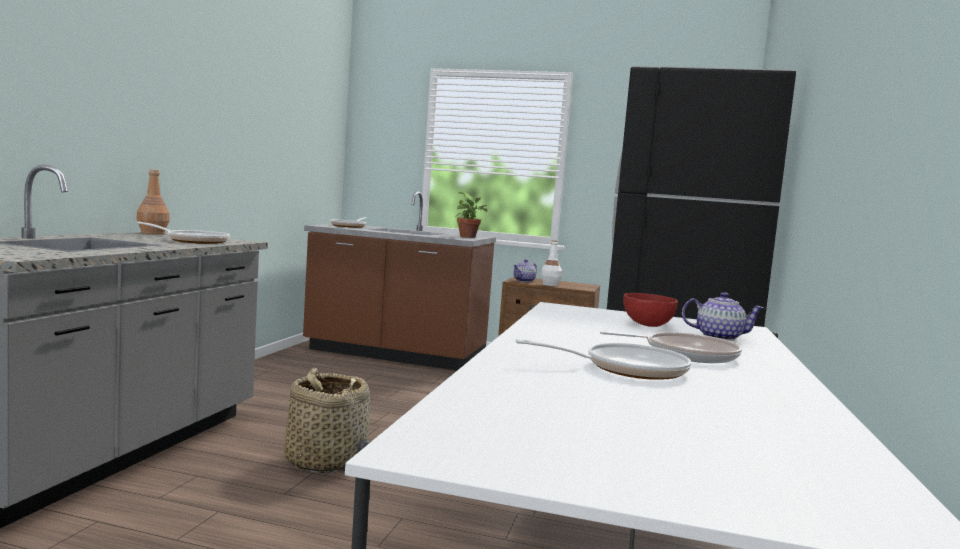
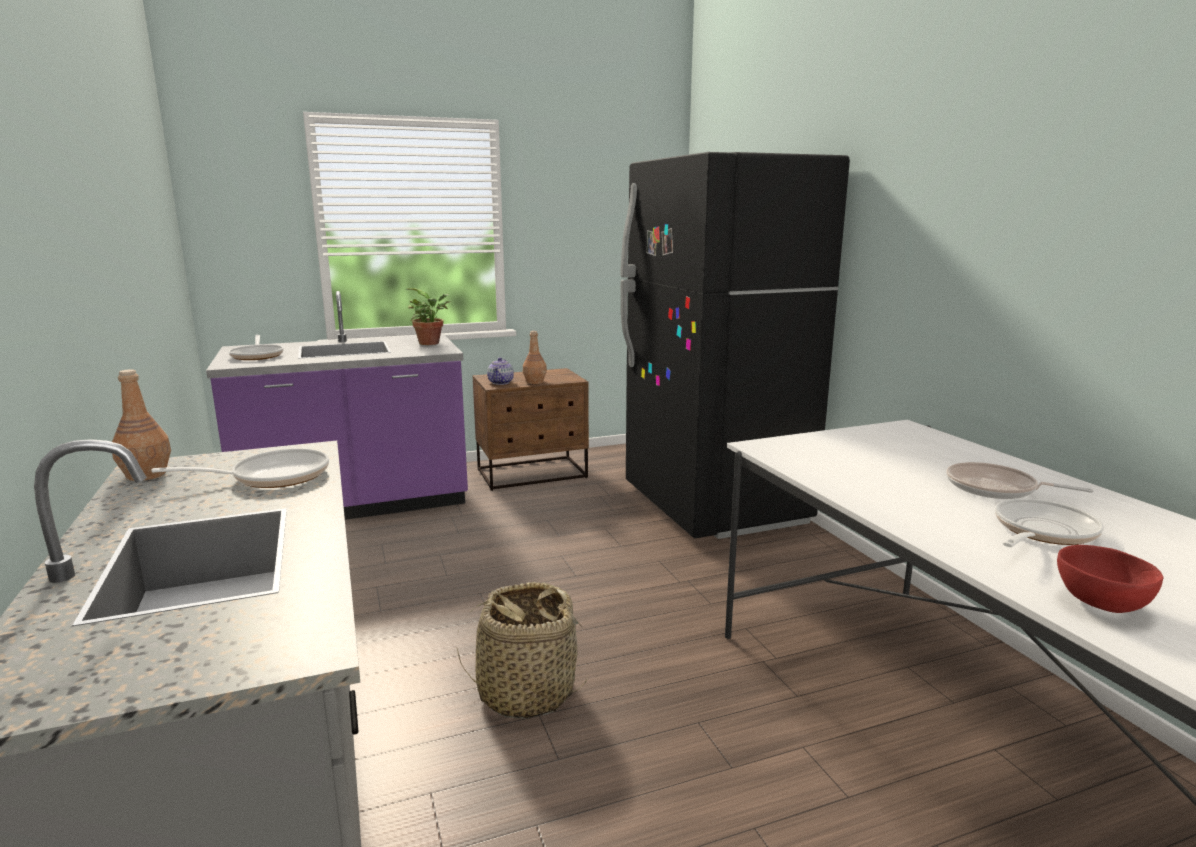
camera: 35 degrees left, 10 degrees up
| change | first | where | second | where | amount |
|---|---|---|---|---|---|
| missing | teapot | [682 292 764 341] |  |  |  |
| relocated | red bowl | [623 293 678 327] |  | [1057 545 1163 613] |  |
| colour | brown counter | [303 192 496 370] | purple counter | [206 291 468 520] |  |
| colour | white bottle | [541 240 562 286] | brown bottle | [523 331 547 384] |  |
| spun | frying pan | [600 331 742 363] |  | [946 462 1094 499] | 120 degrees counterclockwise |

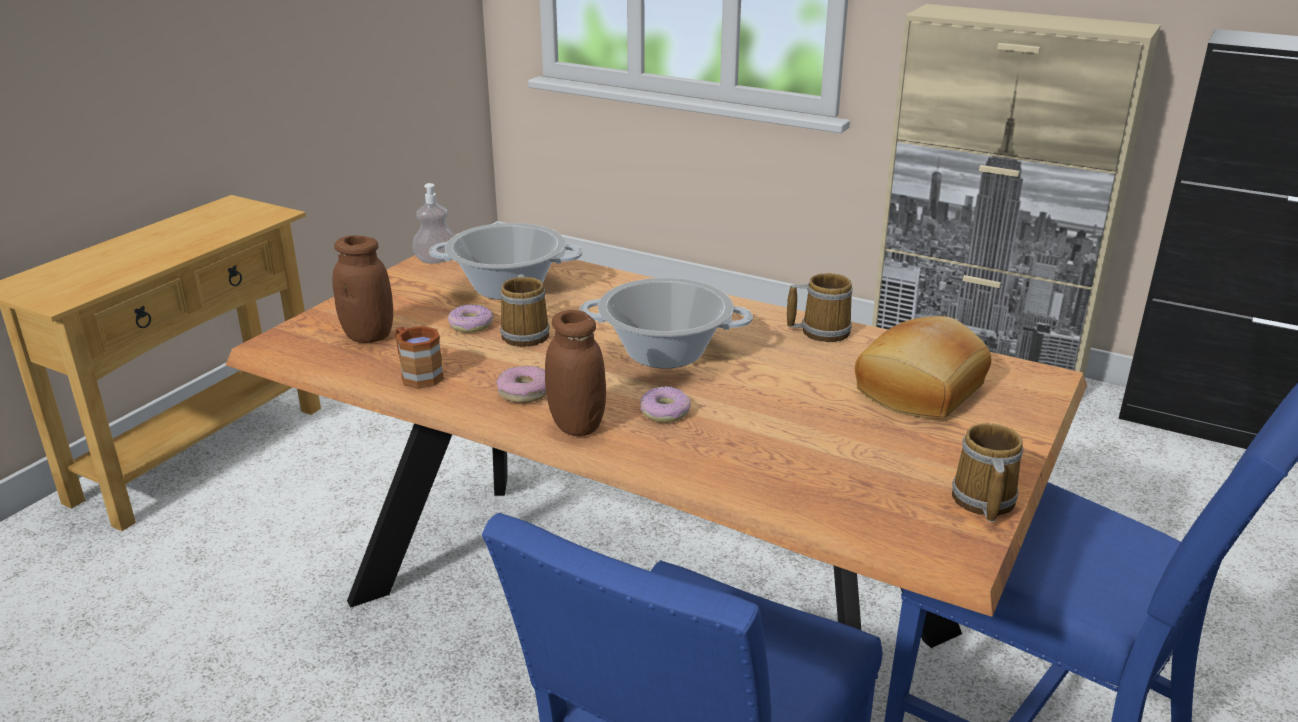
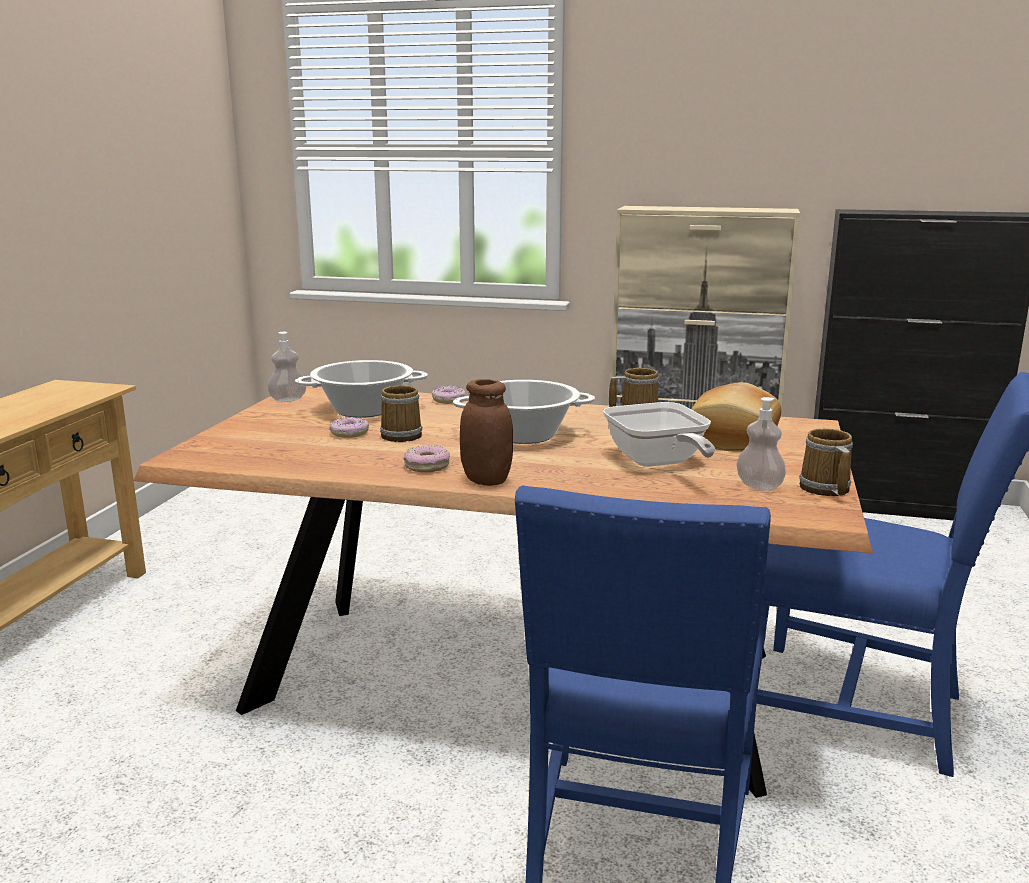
camera: 15 degrees left, 10 degrees down
| change | first | where | second | where | amount |
|---|---|---|---|---|---|
| missing | brown jar | [332 236 393 343] |  |  |  |
| missing | brown mug | [395 326 444 389] |  |  |  |
| appeared |  |  | frying pan | [603 402 715 467] |  |
| appeared |  |  | soap dispenser | [737 397 786 491] |  |
| relocated | donut | [640 386 691 423] |  | [432 386 465 404] |  |

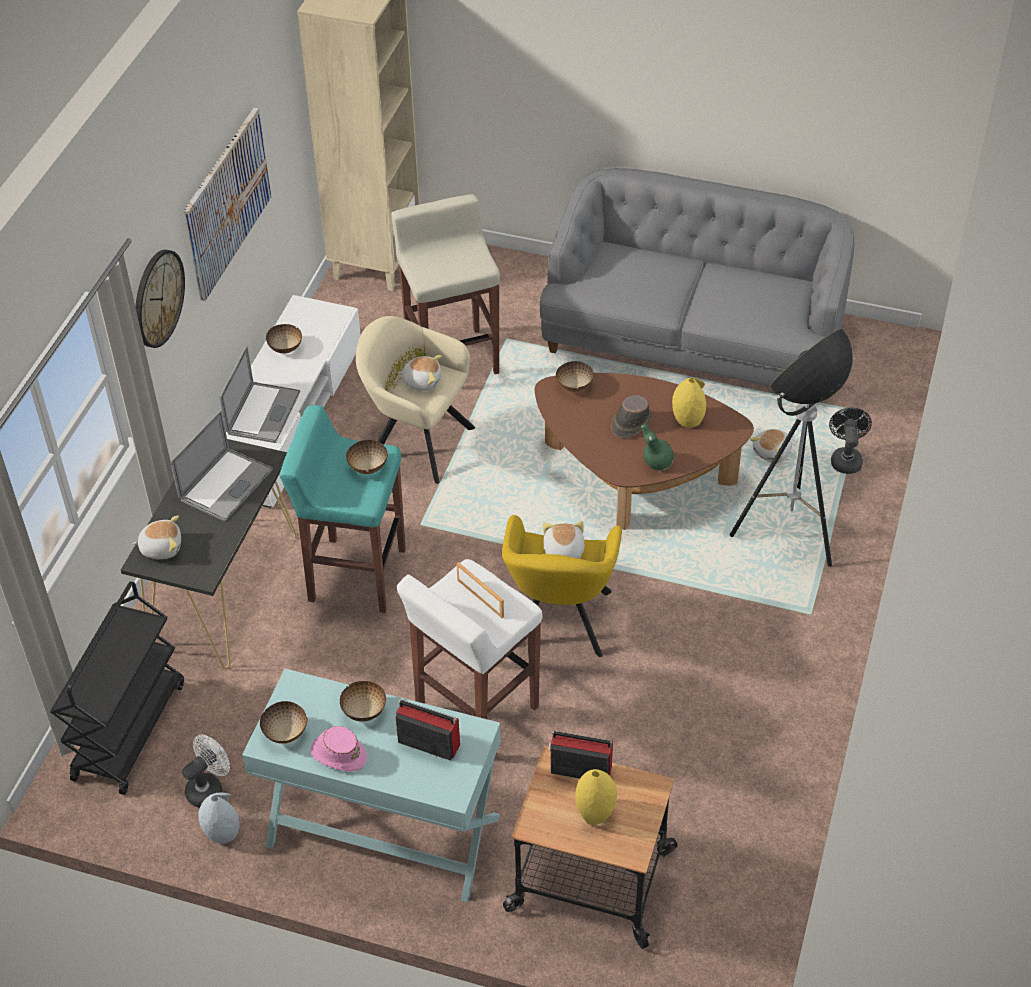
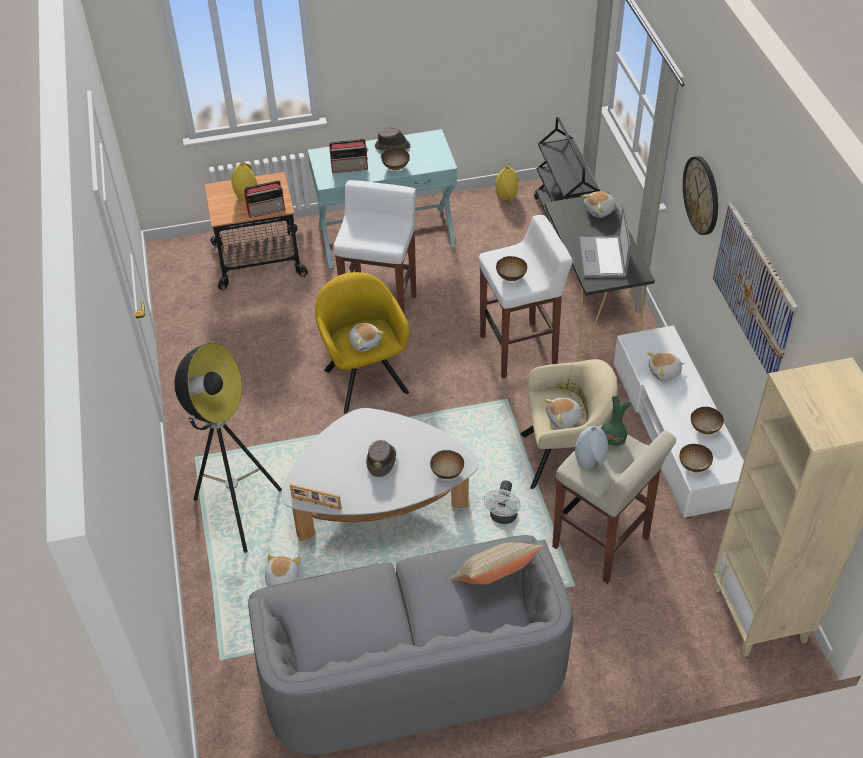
camera: 150 degrees right, 0 degrees up
| change | first | where | second | where | amount |
|---|---|---|---|---|---|
| missing | black fan | [829 408 872 474] |  |  |  |
| appeared |  |  | beige pillow | [450 542 543 584] |  |
| relocated | white fan | [182 735 230 808] |  | [484 480 521 524] |  |
| relocated | grey vase | [198 792 240 844] |  | [575 426 608 469] |  |
| relocated | bowl | [260 701 308 744] |  | [679 444 713 472] |  |
| relocated | picture frame | [456 562 504 618] |  | [290 484 341 510] |  |
| relocated | green vase | [641 424 674 471] |  | [601 395 631 446] |  |
| relocated | yellow vase | [672 378 706 427] |  | [496 167 519 202] |  |
| exchanged | laptop | [219 346 300 443] | plush toy | [647 352 684 381] |  |
| colour | turquoise stool | [280 405 406 613] | white stool | [479 215 573 379] |  |
| colour | pink hat | [311 726 367 772] | brown hat | [375 126 410 151] |  |
| colour | brown coffee table | [535 373 754 530] | white coffee table | [282 408 479 541] |  |

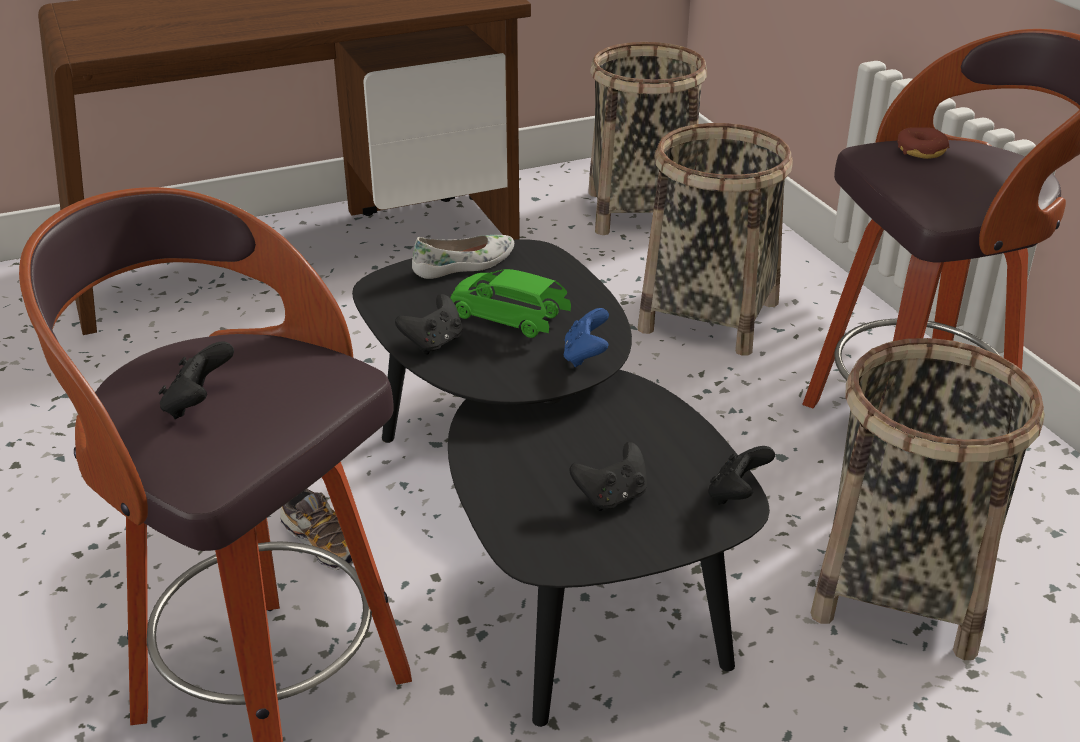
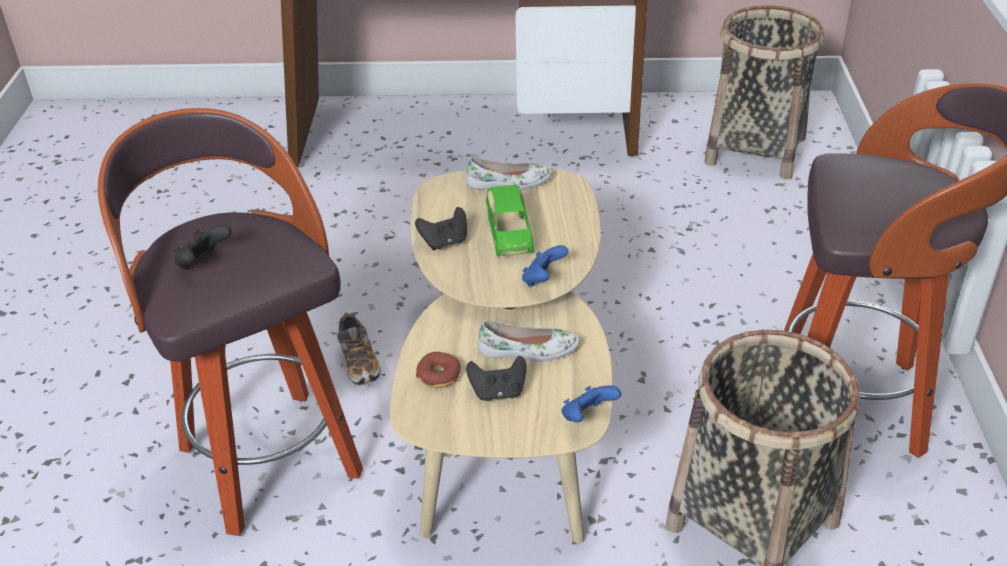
camera: 25 degrees right, 5 degrees up
| change | first | where | second | where | amount |
|---|---|---|---|---|---|
| missing | basket | [638 123 793 356] |  |  |  |
| appeared |  |  | white shoe | [477 320 580 362] |  |
| relocated | donut | [897 127 949 159] |  | [416 352 460 388] |  |
| colour | black coffee table | [352 240 770 727] | beige coffee table | [390 169 612 544] |  |
| colour | black game controller | [708 446 775 505] | blue game controller | [561 385 621 422] |  |
| spun | green toy car | [450 269 571 338] |  | [486 185 534 256] | 150 degrees counterclockwise |

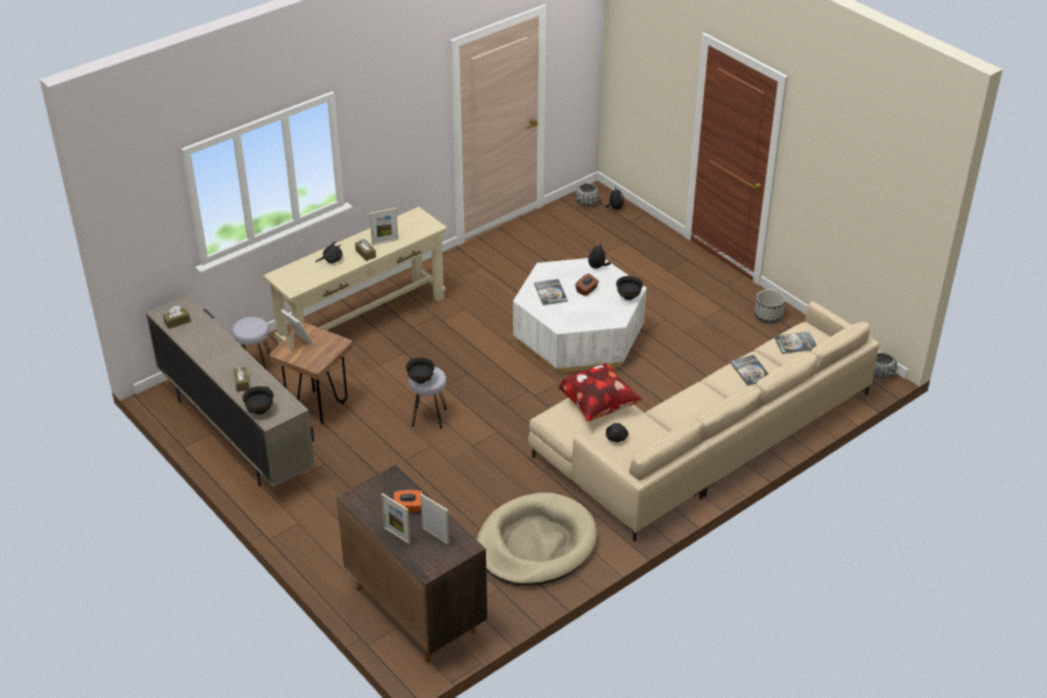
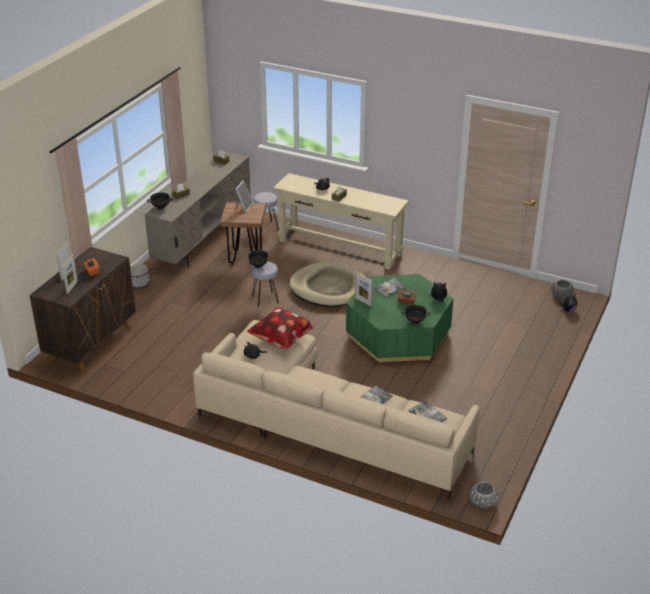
camera: 65 degrees right, 5 degrees down
| change | first | where | second | where | amount |
|---|---|---|---|---|---|
| relocated | picture frame | [370 208 398 245] |  | [355 272 373 306] |  |
| relocated | beige dog bed | [477 493 597 586] |  | [289 262 366 307] |  |
| relocated | planter | [754 289 785 323] |  | [130 264 150 289] |  |
| colour | white coffee table | [513 258 647 373] | green coffee table | [346 274 453 362] |  |

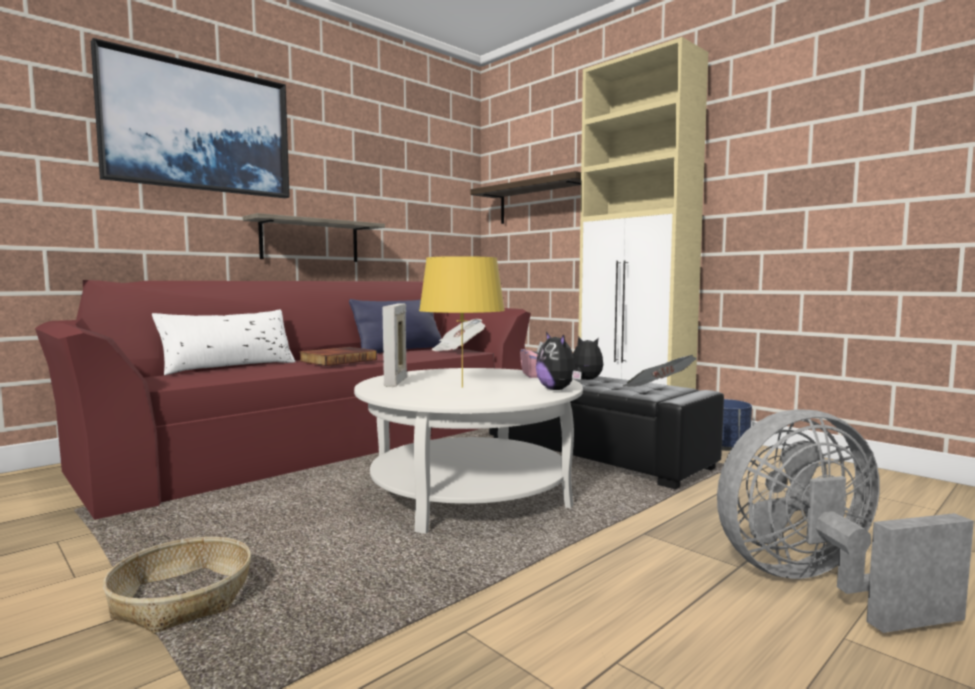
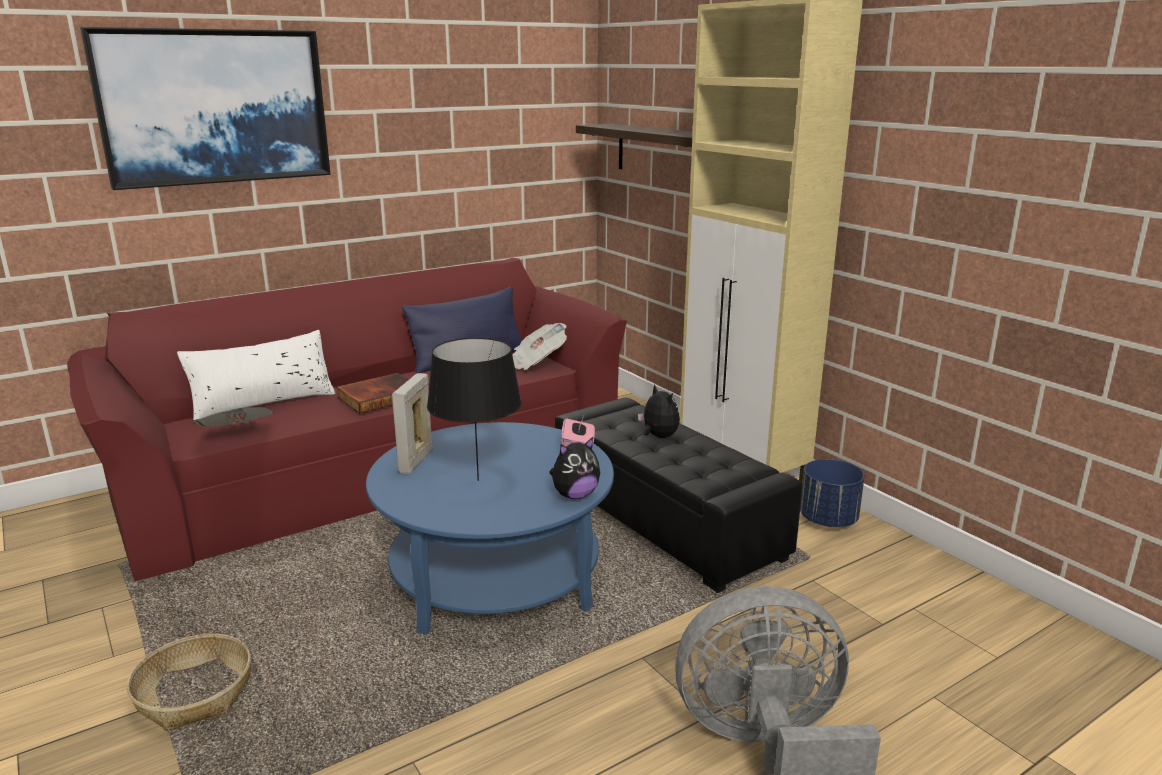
camera: 10 degrees right, 15 degrees up
| change | first | where | second | where | amount |
|---|---|---|---|---|---|
| missing | shelf | [243 213 385 262] |  |  |  |
| relocated | newspaper | [623 355 697 387] |  | [192 407 275 427] |  |
| colour | white coffee table | [354 368 583 534] | blue coffee table | [366 422 614 635] |  |
| colour | yellow table lamp | [419 256 505 388] | black table lamp | [427 338 522 481] |  |
| spun | plush toy | [536 332 582 390] |  | [549 437 600 499] | 105 degrees counterclockwise |

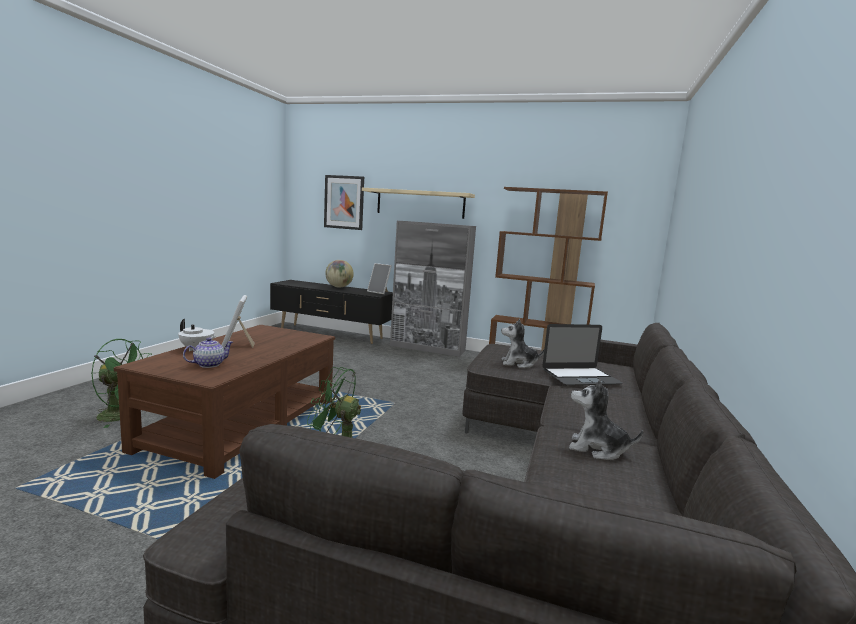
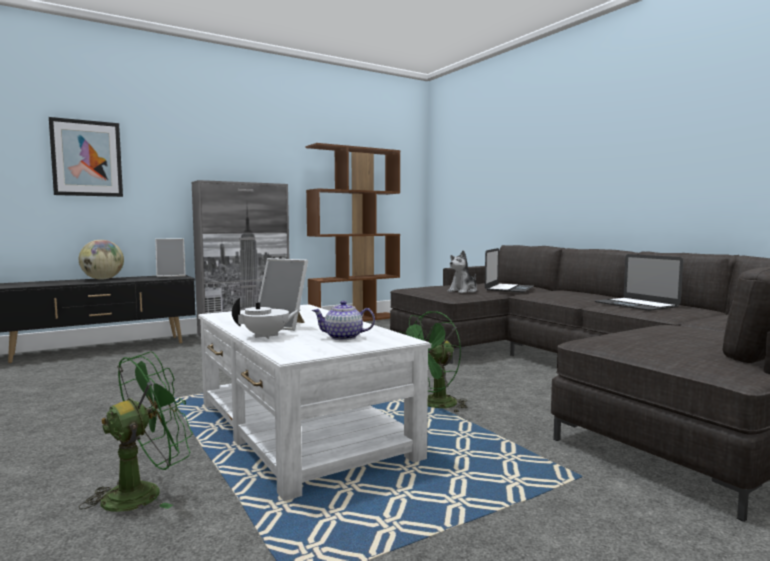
camera: 50 degrees left, 5 degrees down
| change | first | where | second | where | amount |
|---|---|---|---|---|---|
| missing | beige shelf | [362 188 475 219] |  |  |  |
| exchanged | plush toy | [569 379 643 460] | laptop | [595 254 683 311] |  |
| colour | brown coffee table | [114 325 335 479] | white coffee table | [198 304 431 501] |  |
| spun | teapot | [183 338 233 368] |  | [312 301 375 340] | 90 degrees counterclockwise |

